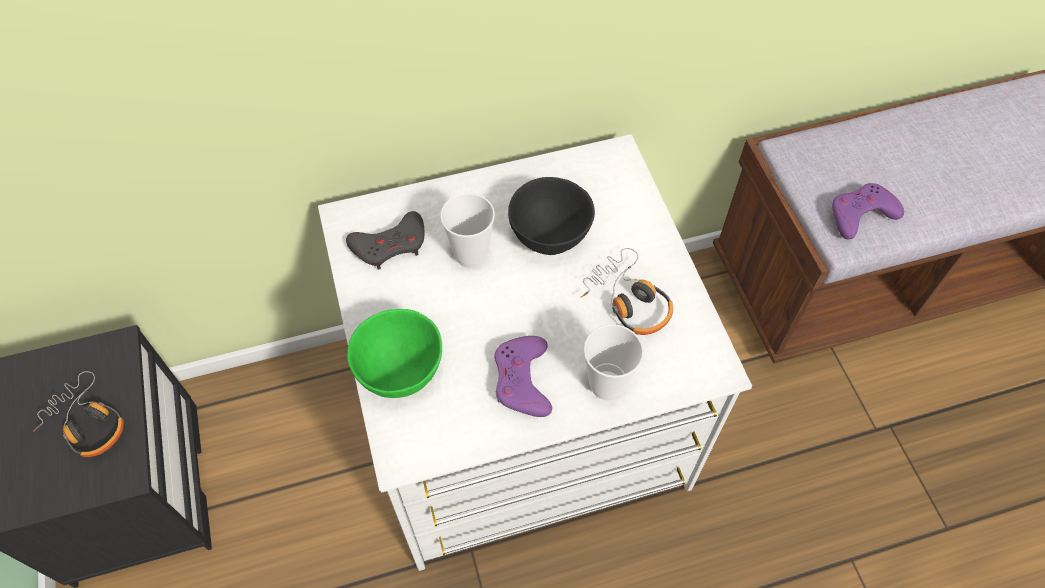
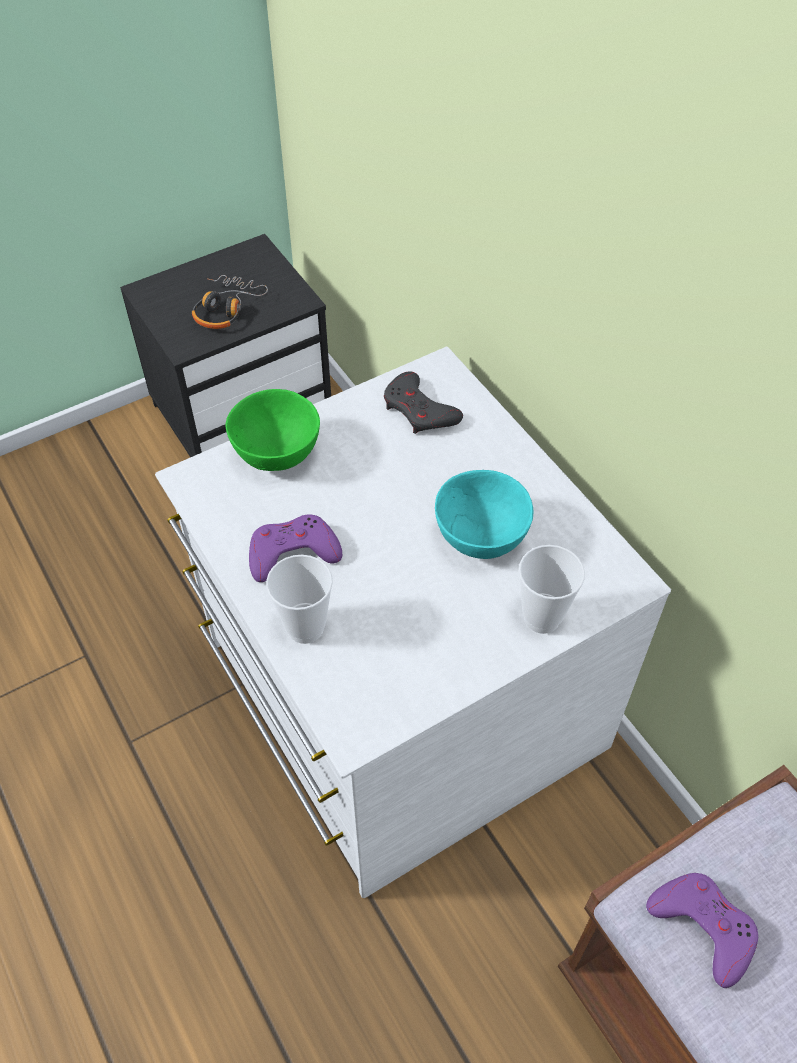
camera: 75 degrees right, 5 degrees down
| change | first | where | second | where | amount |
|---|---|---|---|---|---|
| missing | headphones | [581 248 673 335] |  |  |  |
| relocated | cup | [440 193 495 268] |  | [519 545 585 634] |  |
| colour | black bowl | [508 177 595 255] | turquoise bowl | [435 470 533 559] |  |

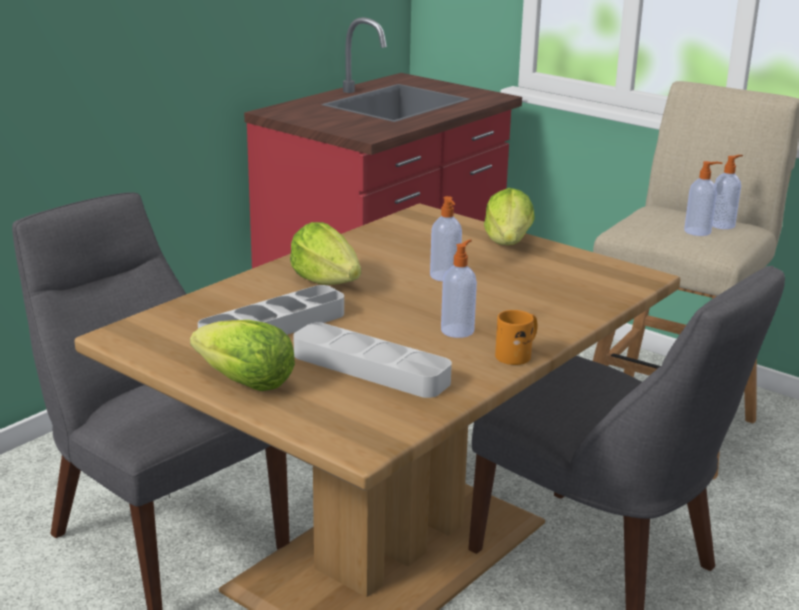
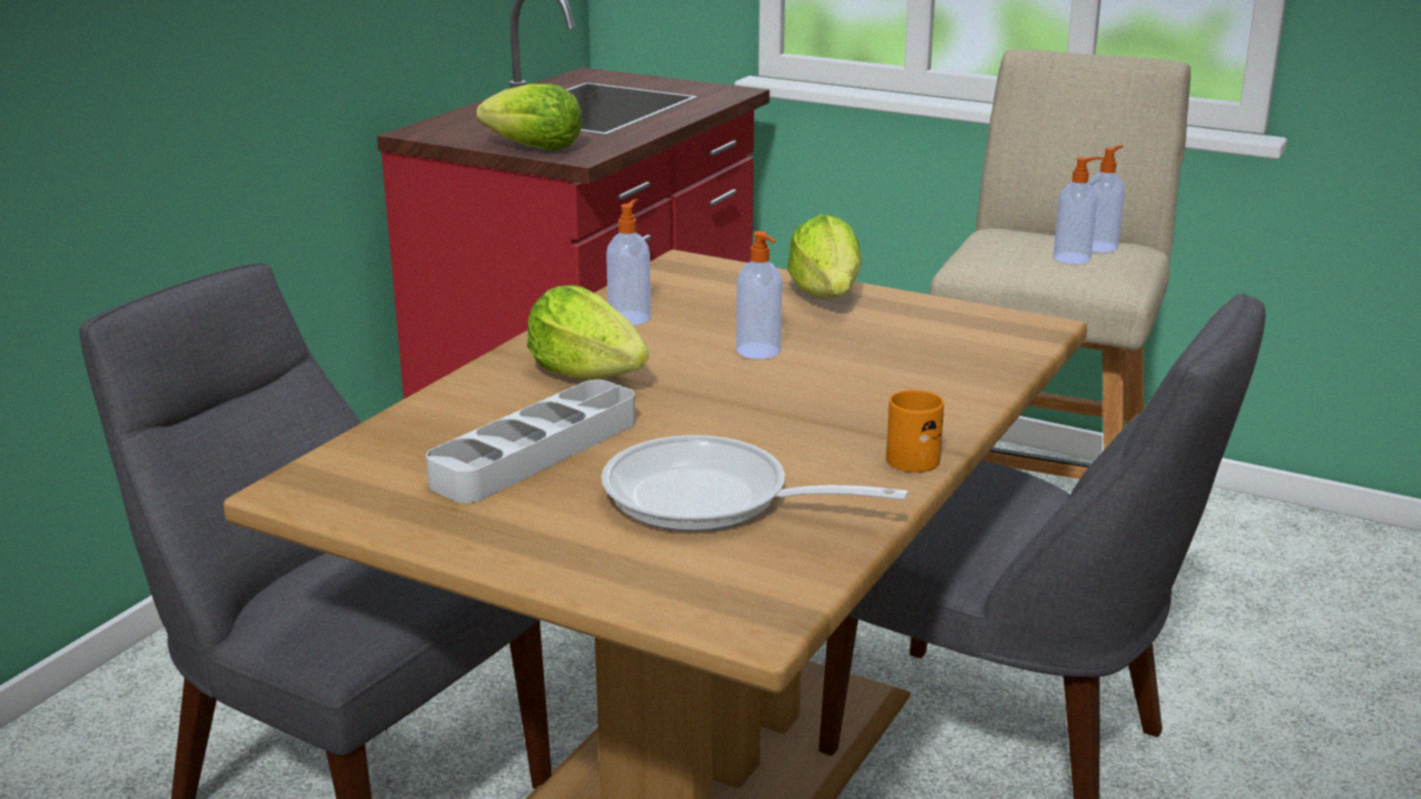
camera: 10 degrees left, 0 degrees up
| change | first | where | second | where | amount |
|---|---|---|---|---|---|
| relocated | lettuce | [190 320 295 391] |  | [477 83 582 151] |  |
| relocated | soap dispenser | [441 240 477 338] |  | [606 199 651 325] |  |
| exchanged | grey tray | [293 323 452 398] | frying pan | [601 435 908 532] |  |

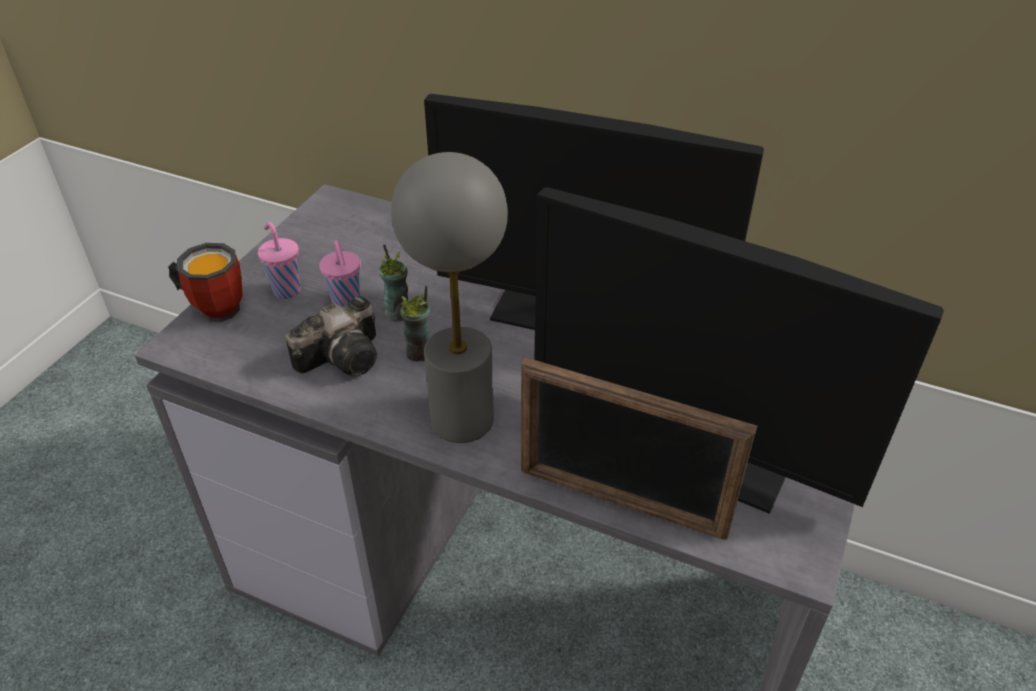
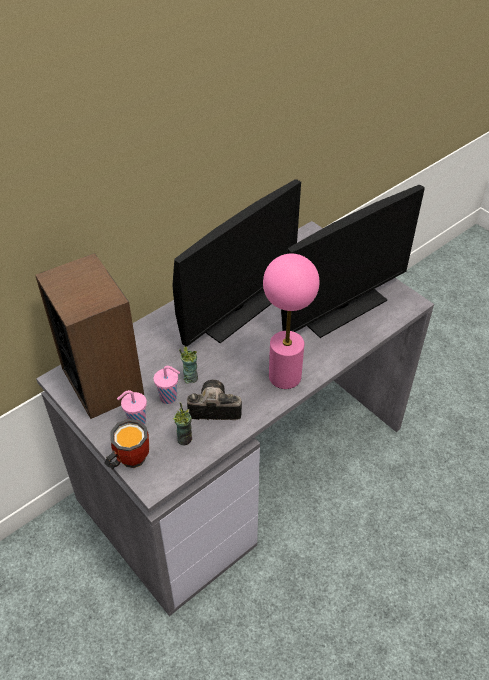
camera: 65 degrees left, 5 degrees up
| change | first | where | second | where | amount |
|---|---|---|---|---|---|
| missing | picture frame | [521 357 757 540] |  |  |  |
| appeared |  |  | speaker | [35 253 144 419] |  |
| relocated | cup | [400 285 430 362] |  | [173 402 192 445] |  |
| colour | grey table lamp | [391 152 508 443] | pink table lamp | [263 254 320 389] |  |
| spun | photo camera | [286 296 377 376] |  | [187 380 242 420] | 75 degrees counterclockwise |

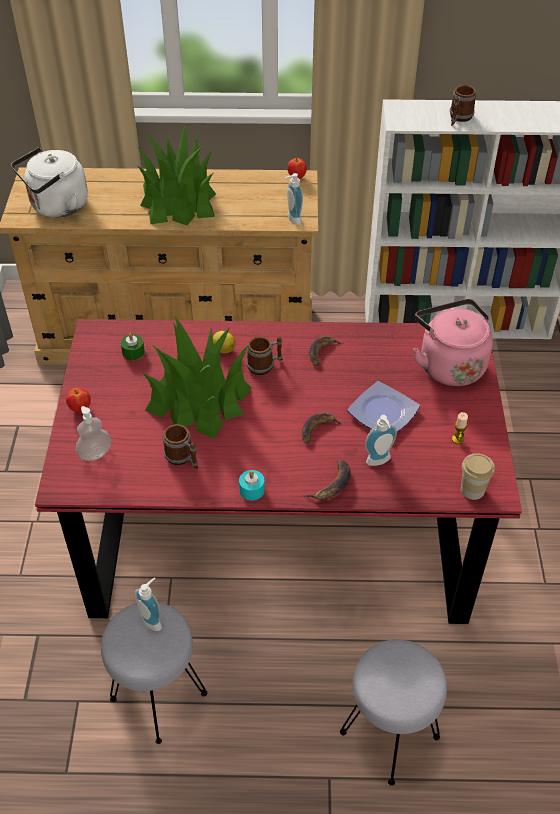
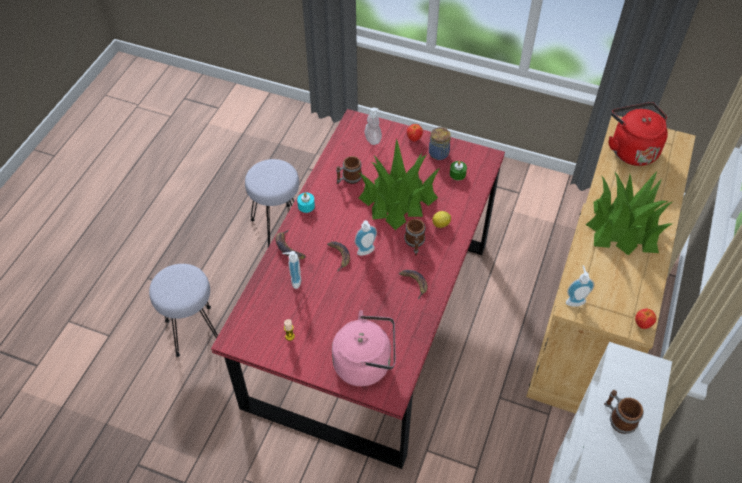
camera: 110 degrees right, 5 degrees up
| change | first | where | second | where | amount |
|---|---|---|---|---|---|
| missing | plate | [347 381 420 432] |  |  |  |
| missing | cup | [461 453 495 500] |  |  |  |
| appeared |  |  | jar | [429 127 451 160] |  |
| relocated | soap dispenser | [135 577 162 631] |  | [355 220 377 256] |  |
| colour | white kettle | [11 147 88 218] | red kettle | [608 102 668 166] |  |

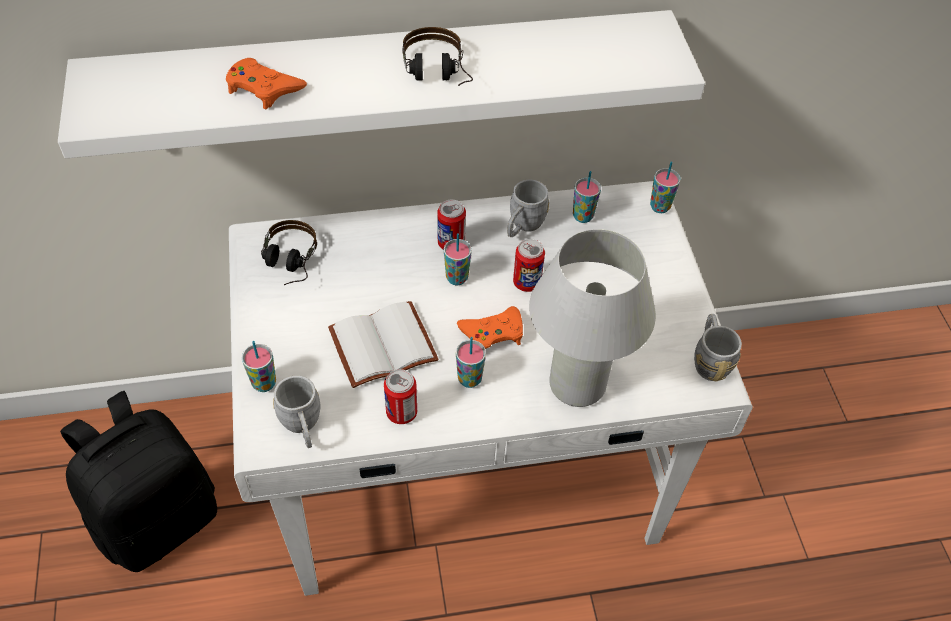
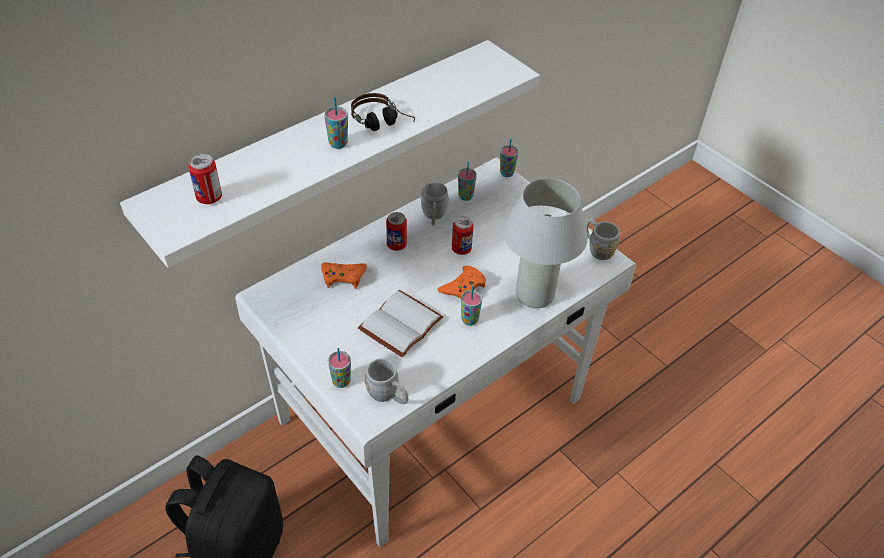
camera: 30 degrees left, 5 degrees down
| change | first | where | second | where | amount |
|---|---|---|---|---|---|
| missing | headphones | [261 220 317 286] |  |  |  |
| relocated | orange game controller | [226 58 307 109] |  | [321 262 367 289] |  |
| relocated | can | [384 369 417 424] |  | [188 154 222 204] |  |
| relocated | cup | [444 233 472 285] |  | [324 97 348 149] |  |

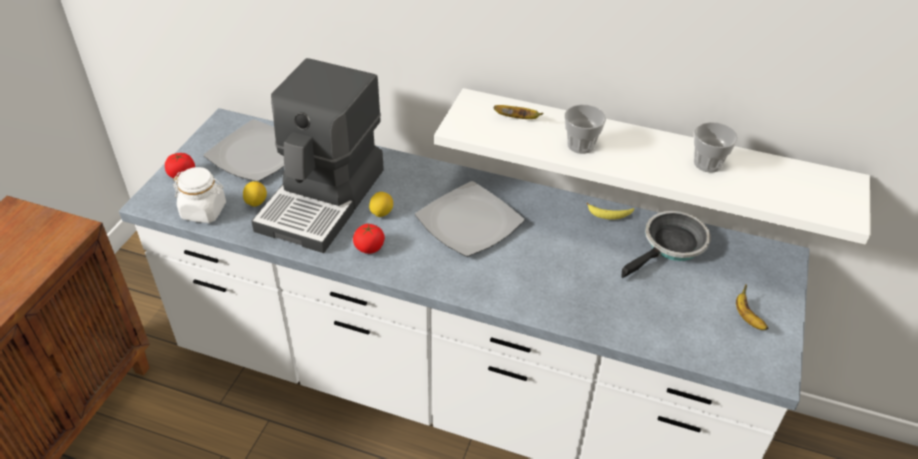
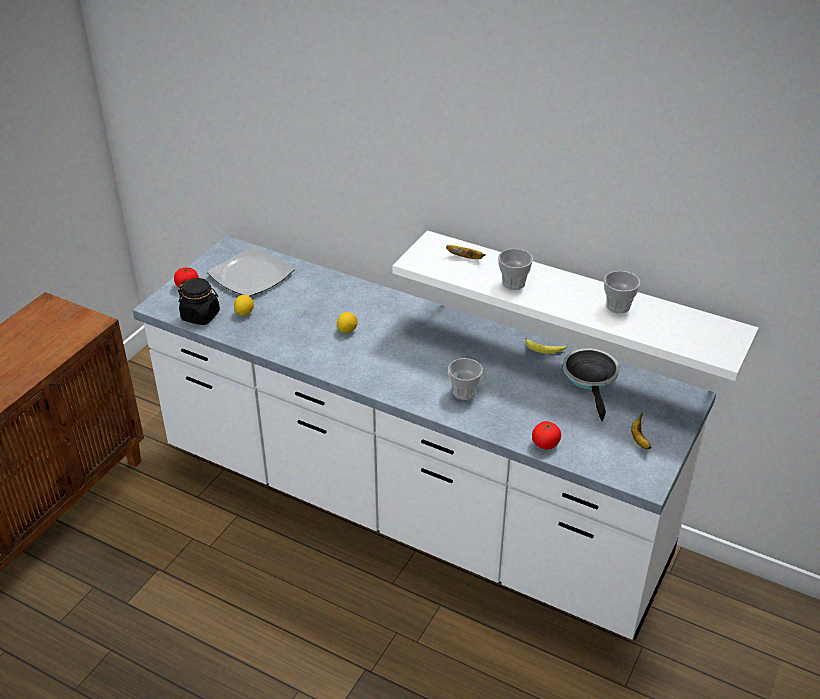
camera: 10 degrees right, 5 degrees down
| change | first | where | second | where | amount |
|---|---|---|---|---|---|
| missing | coffee machine | [251 58 384 253] |  |  |  |
| missing | plate | [415 181 524 257] |  |  |  |
| appeared |  |  | cup | [448 358 483 400] |  |
| relocated | tomato | [353 224 385 254] |  | [532 421 561 449] |  |
| colour | white jar | [173 167 226 223] | black jar | [178 278 220 325] |  |
| spun | frying pan | [621 211 711 278] |  | [563 348 619 421] | 60 degrees counterclockwise |

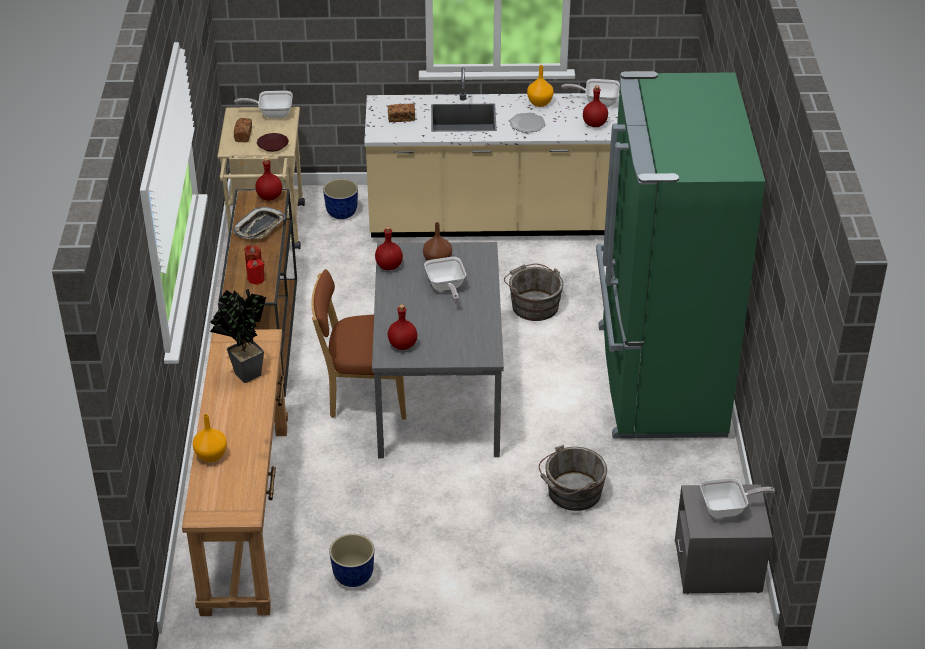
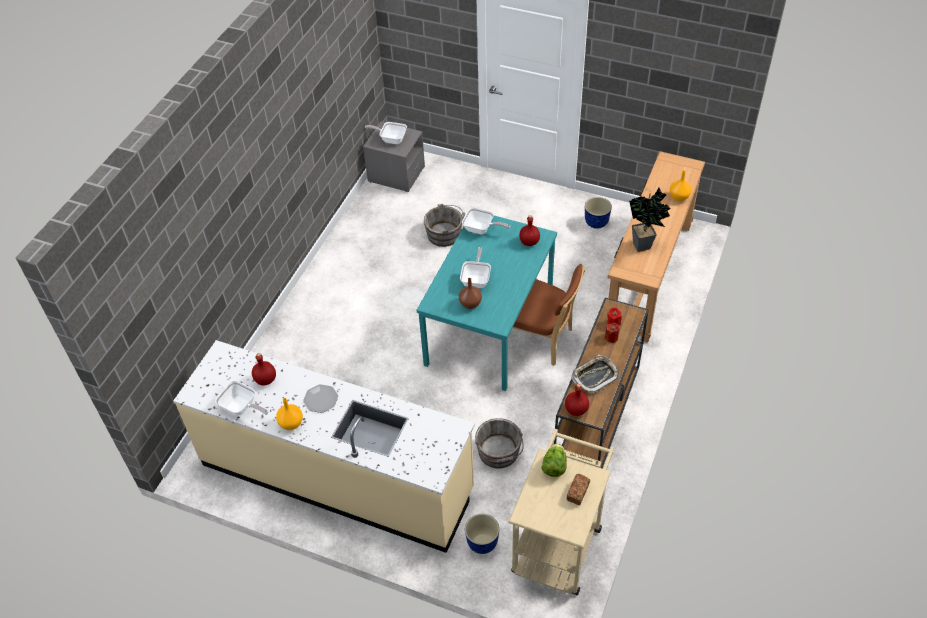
camera: 155 degrees left, 10 degrees up
| change | first | where | second | where | amount |
|---|---|---|---|---|---|
| missing | red bottle | [375 226 403 270] |  |  |  |
| missing | bread | [388 104 415 122] |  |  |  |
| missing | green fridge | [596 71 765 439] |  |  |  |
| relocated | frying pan | [234 91 293 118] |  | [462 207 511 234] |  |
| relocated | grey bucket | [504 264 563 321] |  | [475 418 524 469] |  |
| exchanged | brown plate | [257 133 289 152] | lettuce | [541 443 567 477] |  |
| colour | grey dining table | [372 242 504 458] | turquoise dining table | [416 216 557 391] |  |

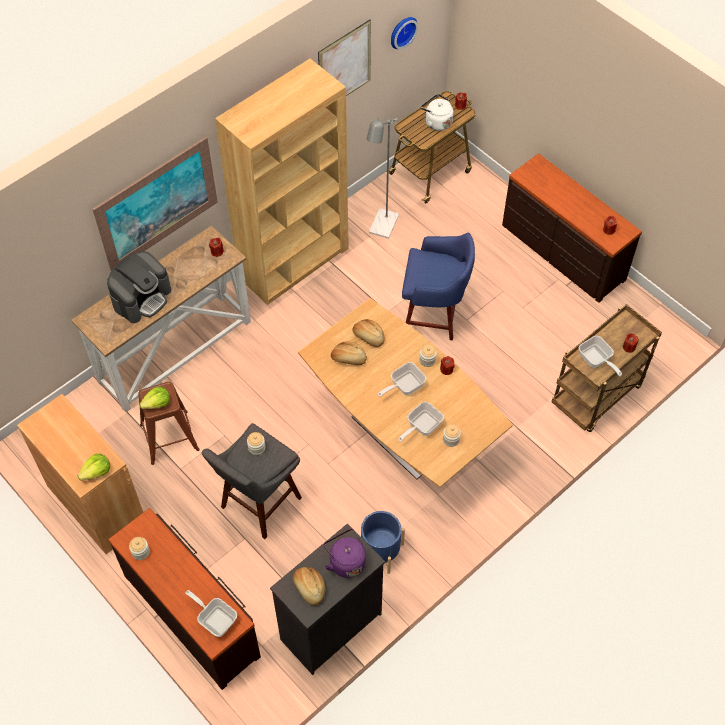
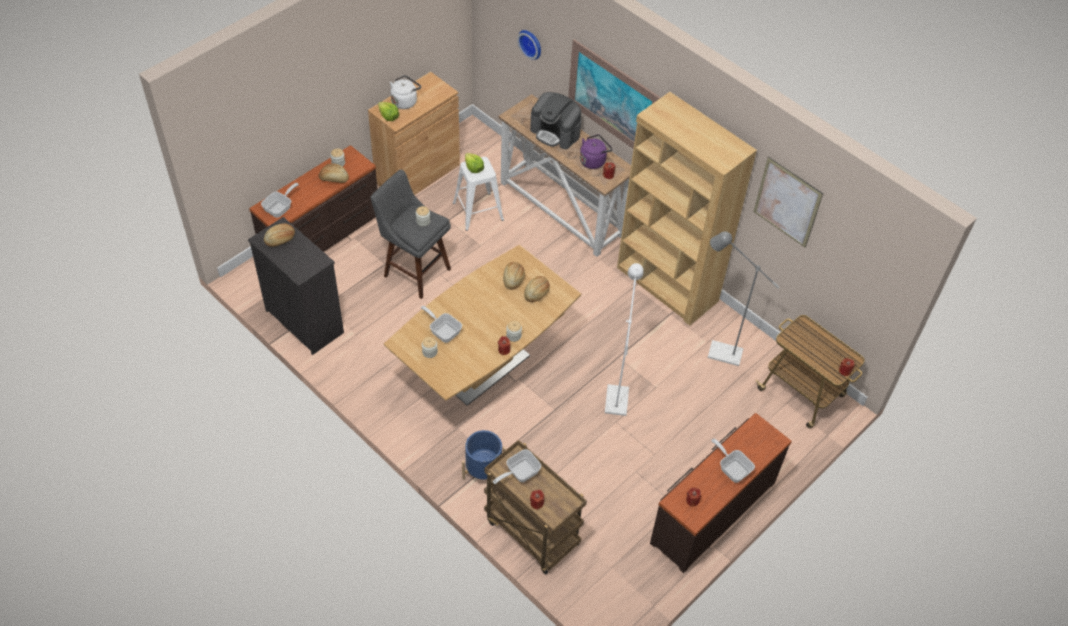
camera: 85 degrees right, 5 degrees down
| change | first | where | second | where | amount |
|---|---|---|---|---|---|
| appeared |  |  | bread | [319 164 349 183] |  |
| relocated | purple kettle | [324 529 366 578] |  | [580 134 613 169] |  |
| relocated | blue planter | [361 511 405 574] |  | [462 430 506 483] |  |
| relocated | frying pan | [378 362 426 397] |  | [711 438 755 483] |  |
| relocated | wall clock | [391 17 418 49] |  | [517 30 541 60] |  |
| relocated | white kettle | [421 94 453 131] |  | [390 75 421 109] |  |
| exchanged | blue stool | [402 233 475 340] | white floor lamp | [605 263 644 416] |  |
| colour | brown stool | [138 382 200 465] | white stool | [453 157 504 231] |  |

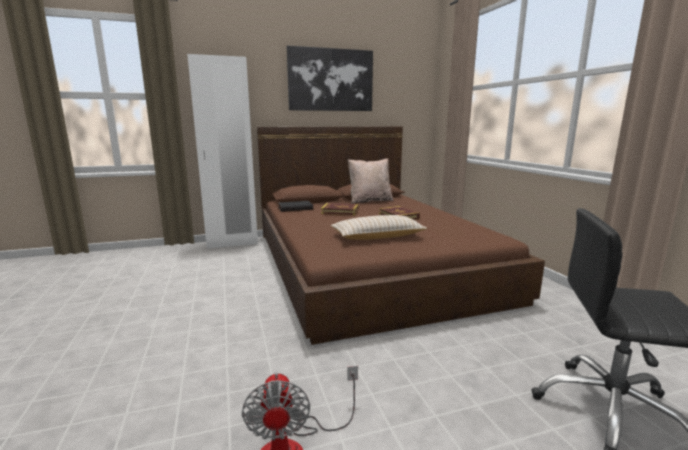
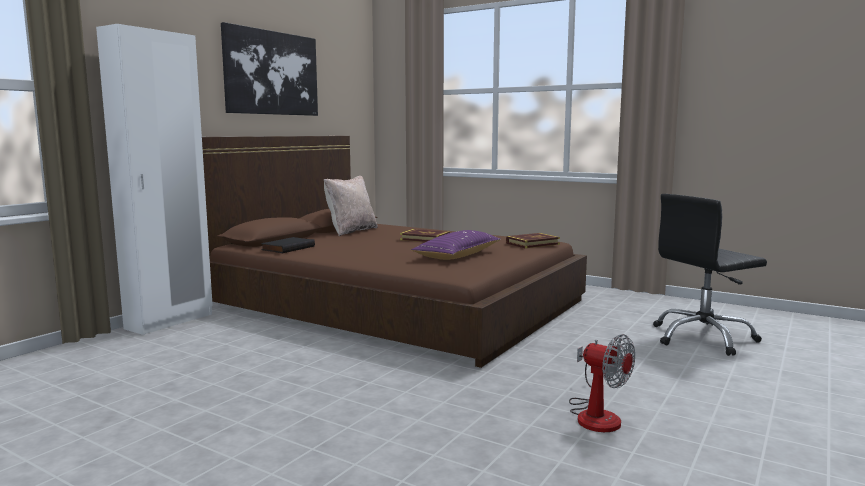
camera: 40 degrees left, 5 degrees down
| change | first | where | second | where | amount |
|---|---|---|---|---|---|
| relocated | book | [321 203 359 215] |  | [506 233 560 248] |  |
| colour | beige pillow | [330 215 428 240] | purple pillow | [411 230 501 260] |  |

